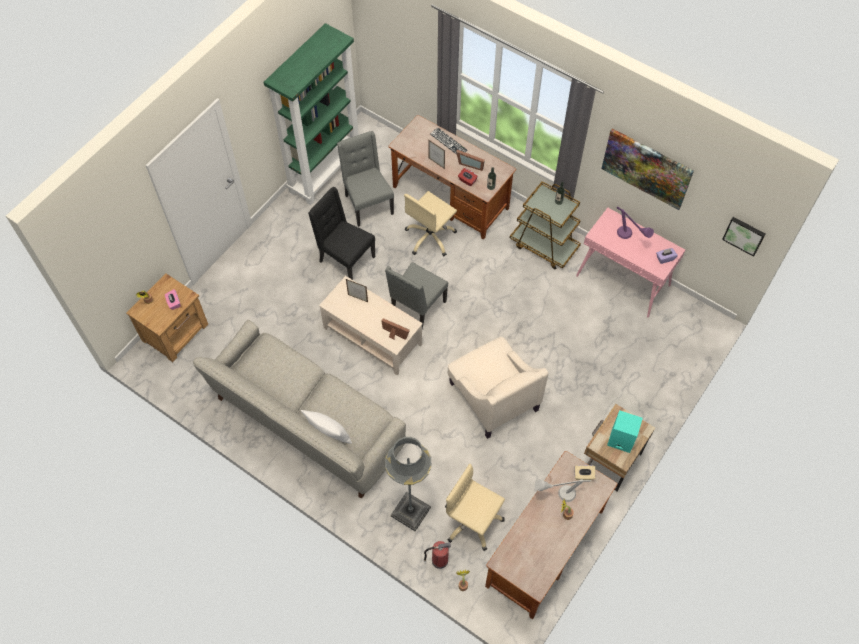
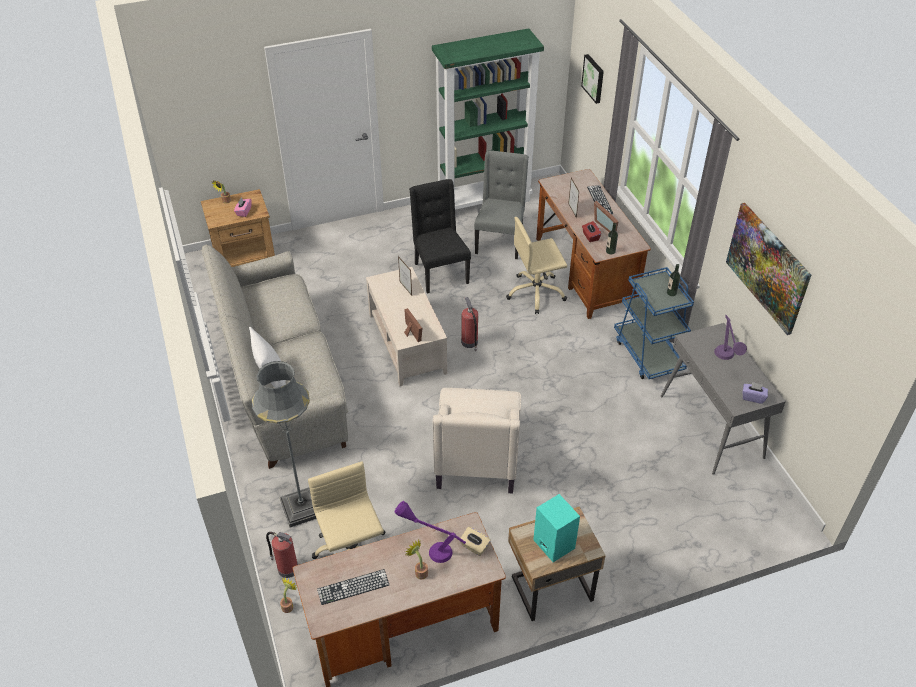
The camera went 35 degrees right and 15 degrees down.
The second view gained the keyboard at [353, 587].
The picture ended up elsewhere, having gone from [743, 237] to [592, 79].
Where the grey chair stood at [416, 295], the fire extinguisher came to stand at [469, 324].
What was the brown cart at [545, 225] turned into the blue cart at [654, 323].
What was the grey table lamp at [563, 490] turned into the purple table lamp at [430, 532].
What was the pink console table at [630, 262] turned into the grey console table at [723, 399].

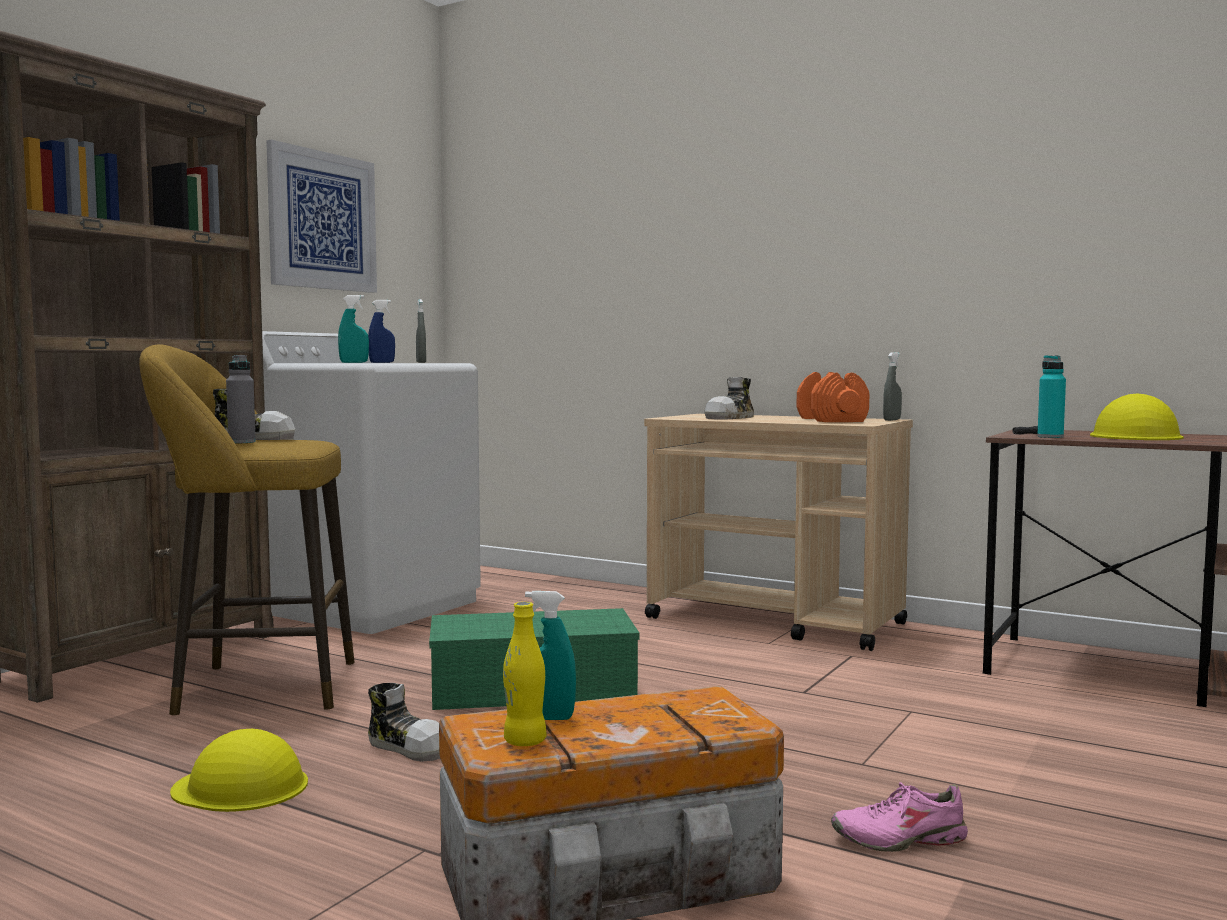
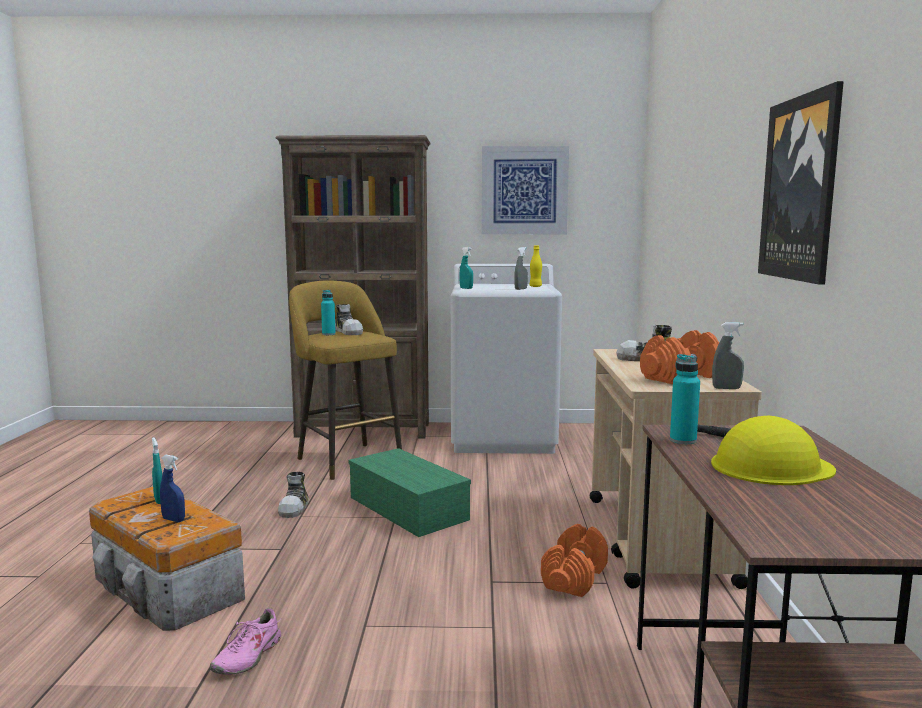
The camera went 60 degrees right and 5 degrees up.
The second view lost the yellow hard hat at [239, 770].
The second view gained the orange dumbbell at [574, 560].
The second view gained the picture at [801, 183].
The blue spray bottle ended up elsewhere, having gone from [381, 331] to [172, 488].
The yellow bottle ended up elsewhere, having gone from [525, 674] to [536, 266].
What was the grey bottle at [241, 399] turned into the turquoise bottle at [328, 312].
The pink shoe at [899, 817] ended up facing another way, 120 degrees counterclockwise from before.

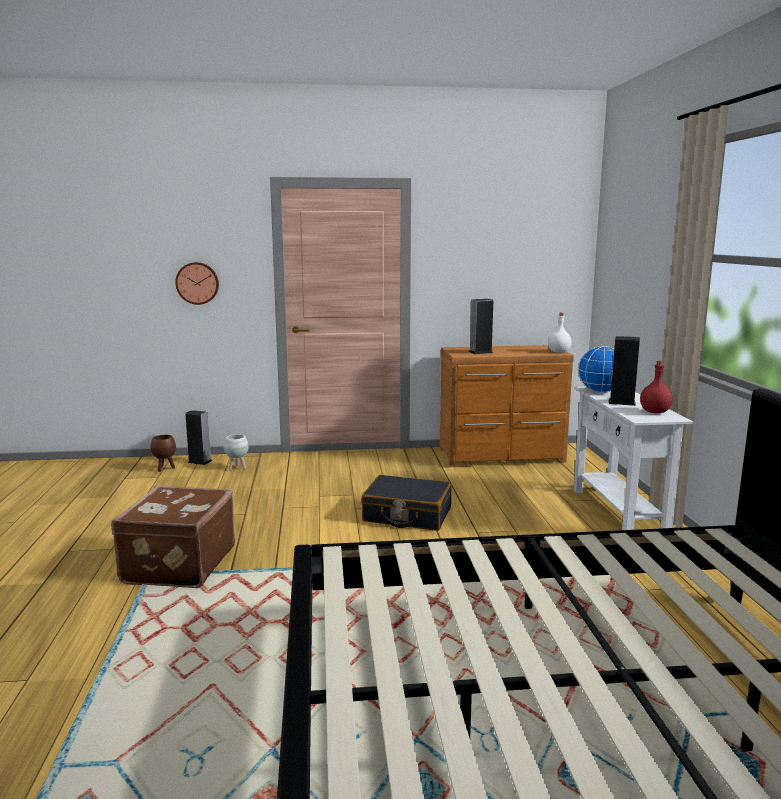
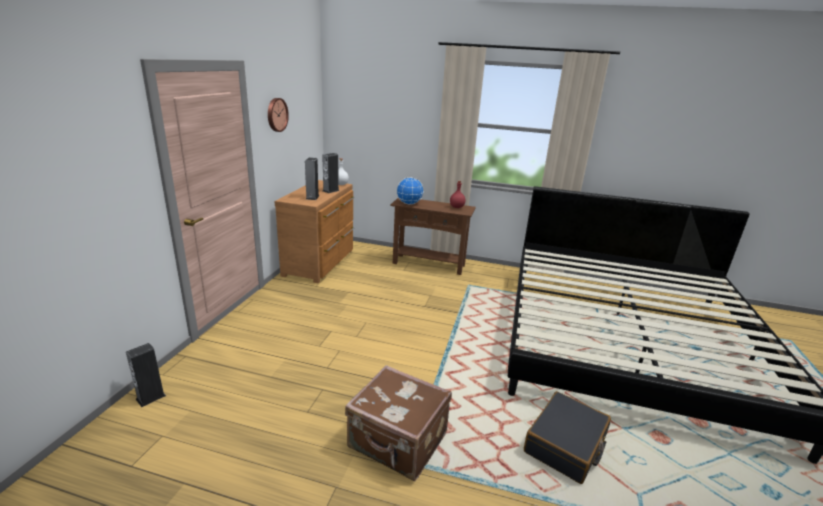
The camera went 70 degrees left and 10 degrees up.
The second view lost the brown planter at [163, 453].
The second view lost the white planter at [236, 452].
The wall clock ended up elsewhere, having gone from [197, 283] to [278, 115].
The black suitcase ended up elsewhere, having gone from [406, 503] to [567, 437].
The speaker ended up elsewhere, having gone from [624, 371] to [331, 173].
What was the white console table at [633, 458] turned into the brown console table at [433, 236].

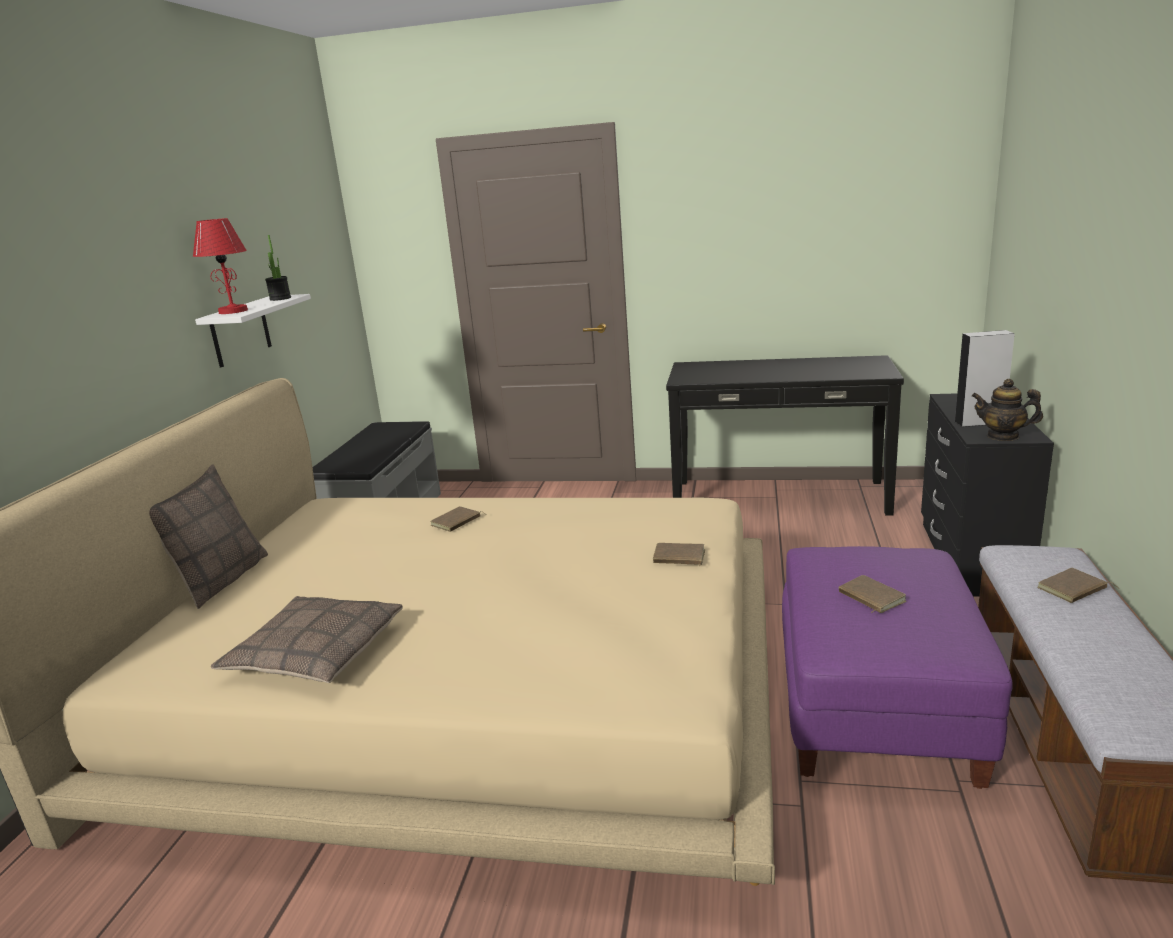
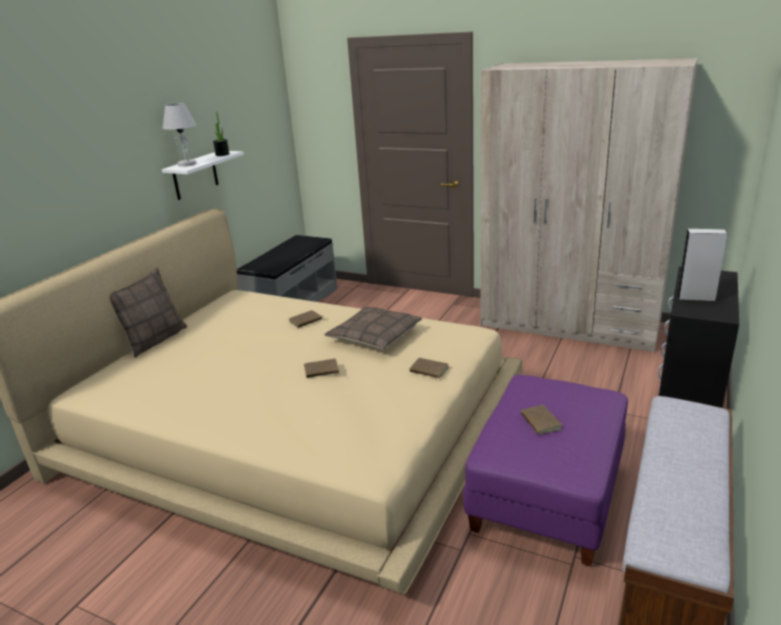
The camera went 15 degrees right and 5 degrees up.
The second view lost the teapot at [1007, 410].
The pillow ended up elsewhere, having gone from [307, 639] to [373, 328].
The brown book ended up elsewhere, having gone from [1078, 585] to [322, 368].
Where the black console table stood at [785, 435], the beige wardrobe came to stand at [589, 205].
What was the red table lamp at [220, 266] turned into the white table lamp at [179, 135].

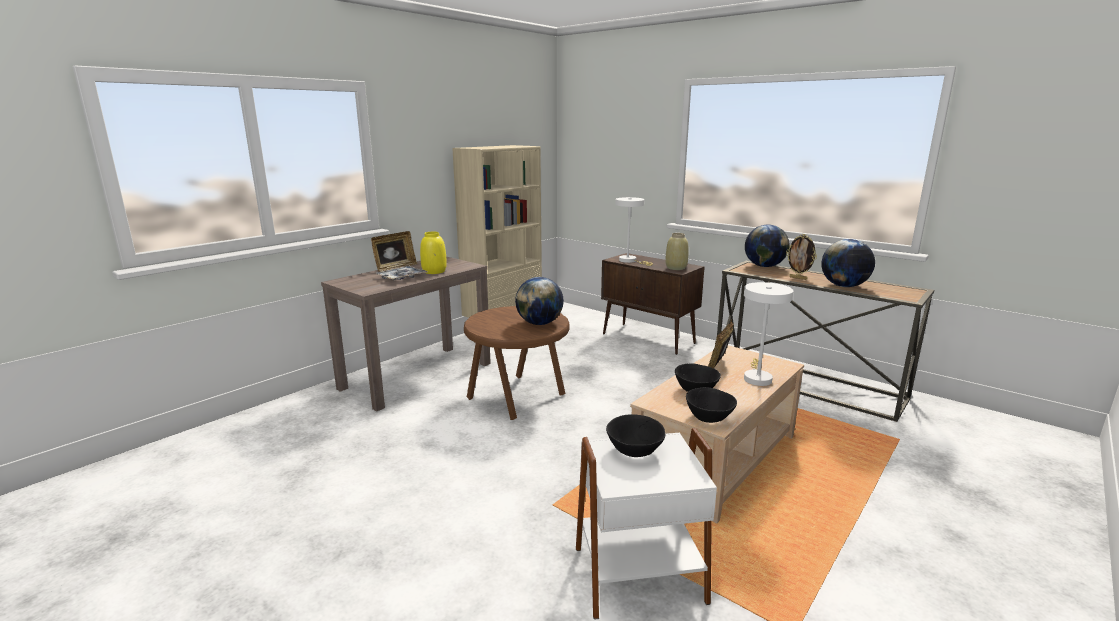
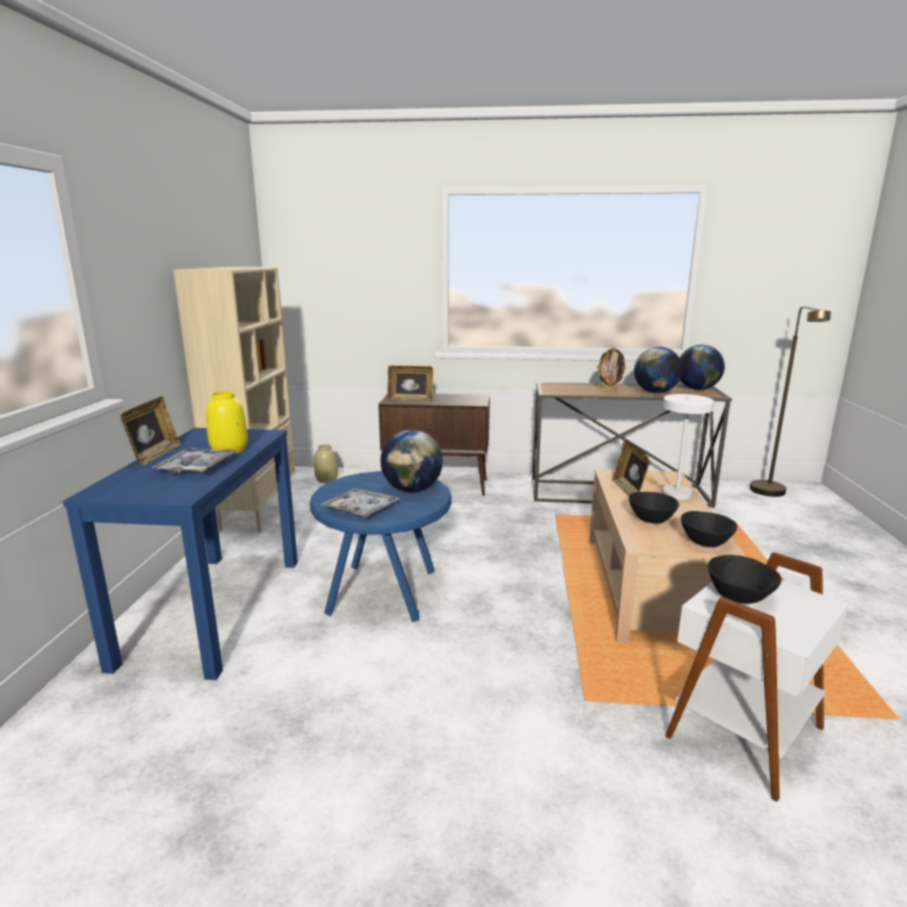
The camera went 35 degrees left and 0 degrees up.
The second view gained the tray at [361, 502].
The second view gained the brown floor lamp at [790, 401].
The beige vase ended up elsewhere, having gone from [677, 251] to [326, 463].
The globe ended up elsewhere, having gone from [767, 245] to [702, 367].
Where the white table lamp stood at [634, 231], the picture frame came to stand at [410, 384].
What was the brown console table at [406, 334] turned into the blue console table at [180, 554].
What was the brown side table at [517, 363] turned into the blue side table at [381, 546].

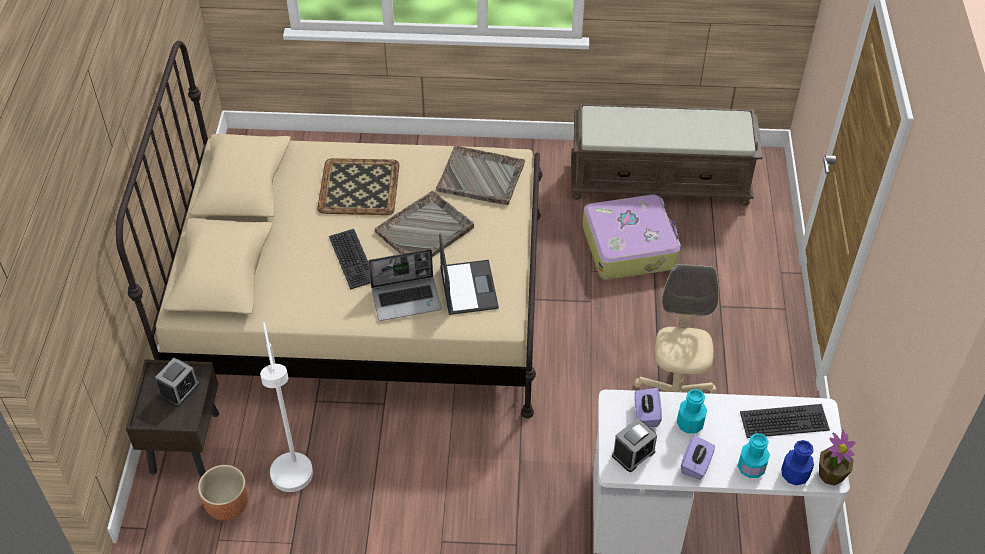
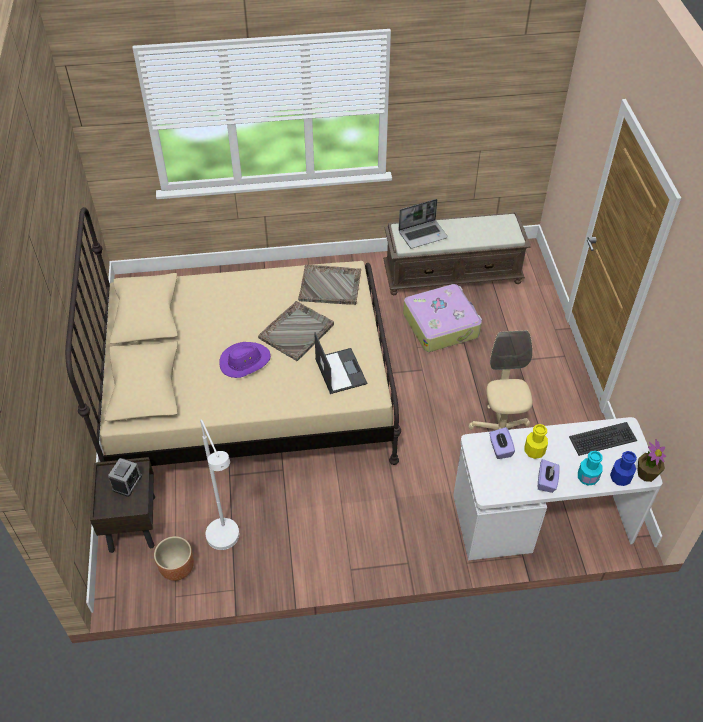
The camera went 10 degrees left and 0 degrees up.
The second view lost the tray at [358, 186].
The second view lost the alarm clock at [634, 445].
The laptop ended up elsewhere, having gone from [405, 285] to [423, 224].
Where the keyboard stood at [350, 259], the purple hat came to stand at [245, 360].
What was the turquoise bottle at [692, 411] turned into the yellow bottle at [536, 441].

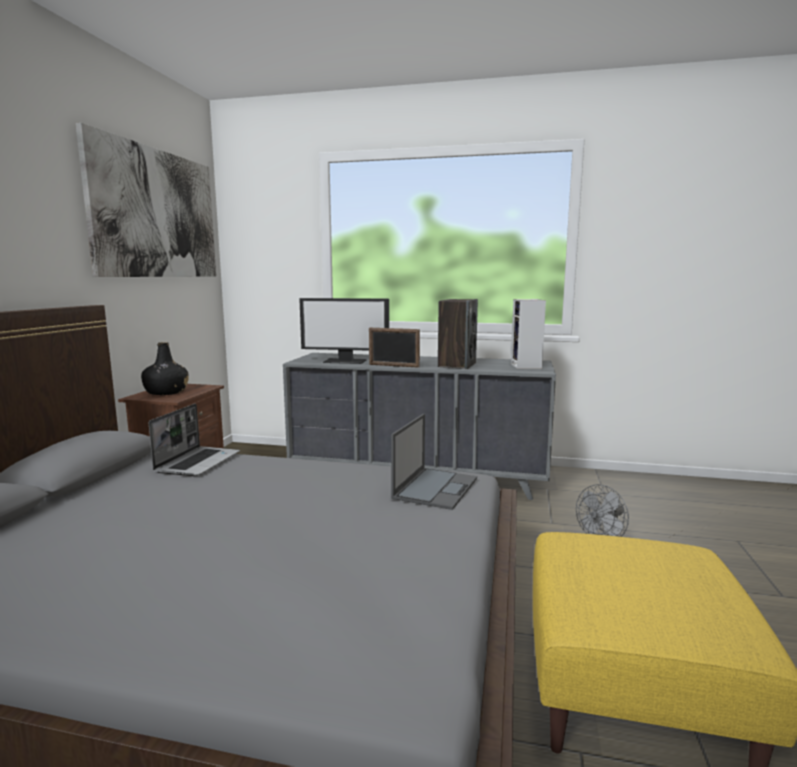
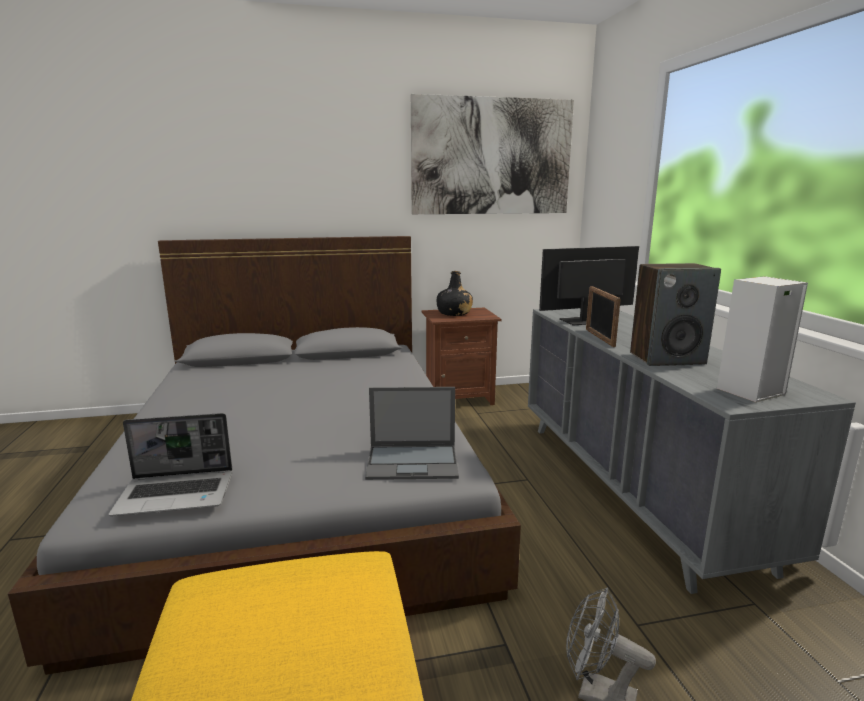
The camera went 65 degrees right and 5 degrees up.
The laptop ended up elsewhere, having gone from [194, 440] to [170, 464].
The monitor at [344, 331] ended up facing another way, 90 degrees clockwise from before.

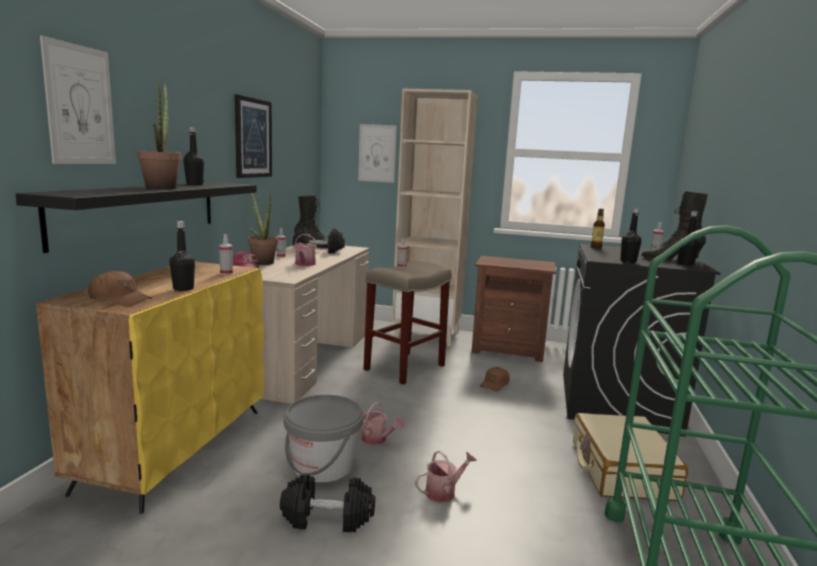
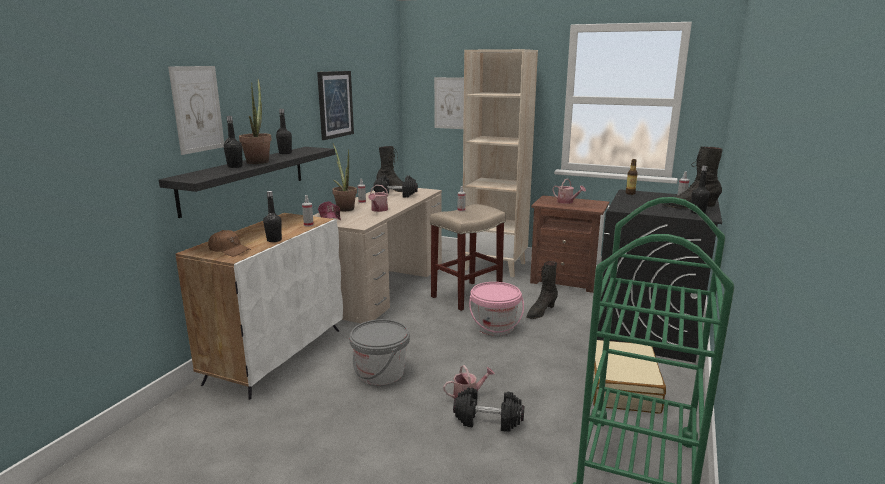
The camera went 10 degrees right and 5 degrees up.
The second view gained the pink bucket at [496, 308].
The black dumbbell ended up elsewhere, having gone from [327, 503] to [488, 410].
The watering can ended up elsewhere, having gone from [382, 423] to [569, 191].
The black bottle ended up elsewhere, having gone from [631, 235] to [233, 142].
Where the brown cap stood at [495, 379], the black boot came to stand at [542, 290].
What was the yellow cabinet at [150, 388] turned into the white cabinet at [259, 306].

